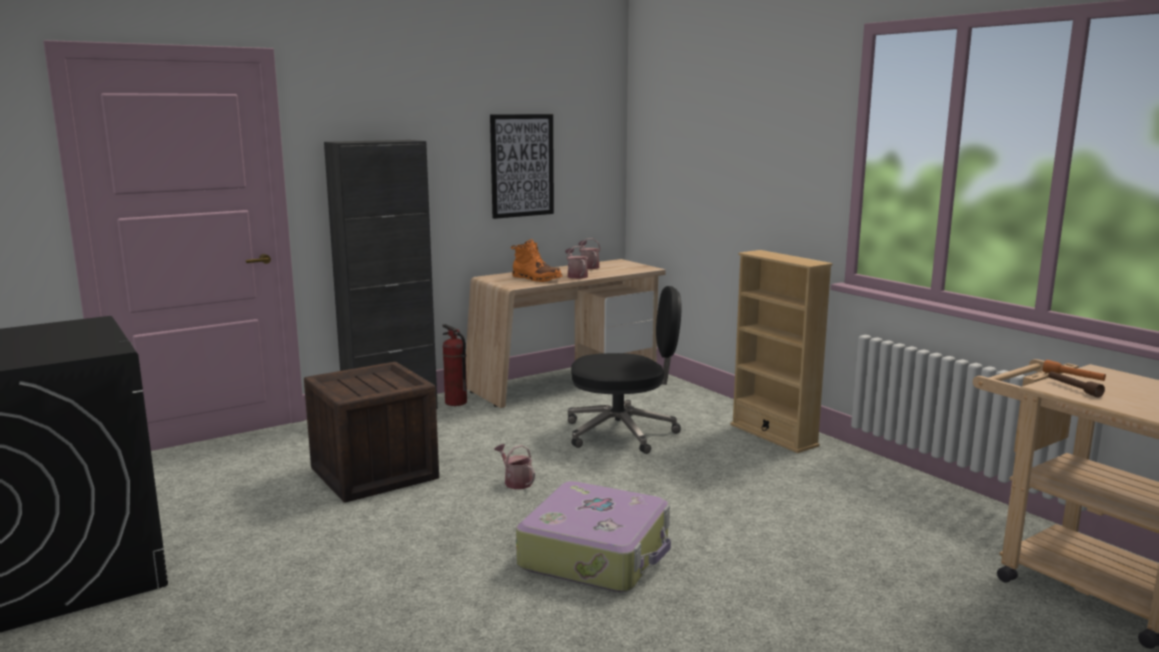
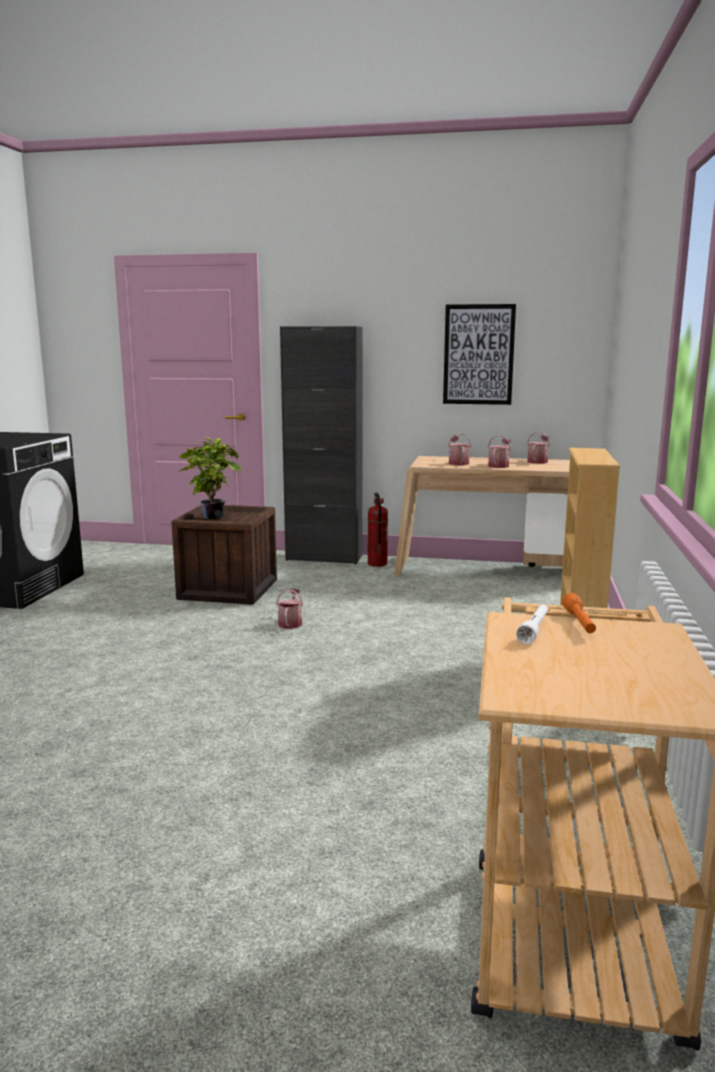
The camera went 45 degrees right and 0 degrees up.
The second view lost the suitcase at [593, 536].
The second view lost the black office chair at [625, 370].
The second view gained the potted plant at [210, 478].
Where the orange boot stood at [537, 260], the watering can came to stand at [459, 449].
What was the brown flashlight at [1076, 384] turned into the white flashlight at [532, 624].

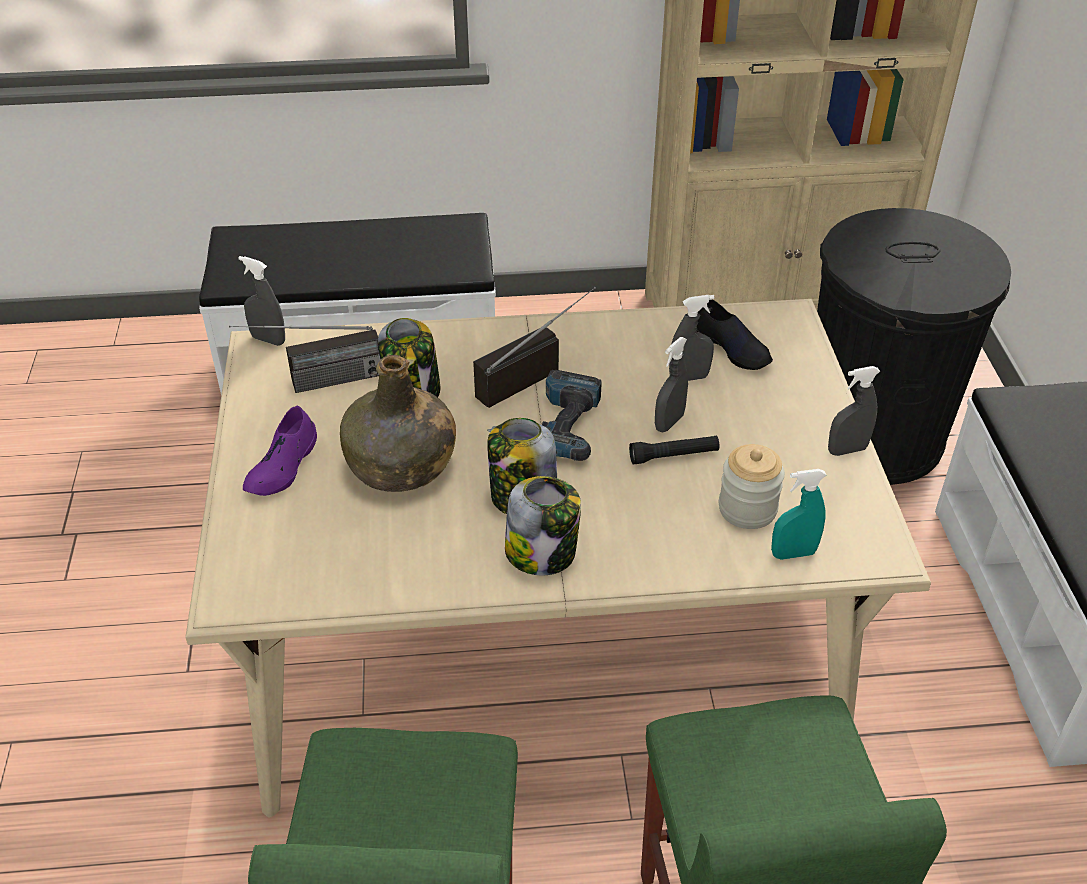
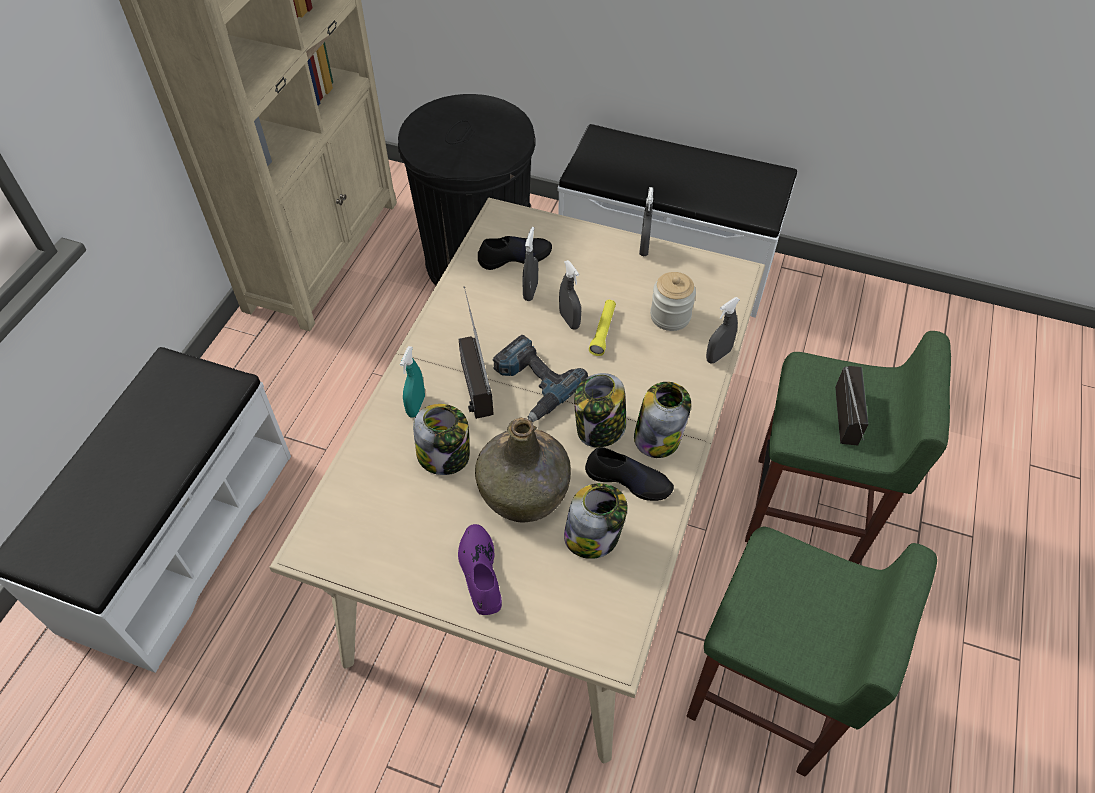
The camera went 65 degrees left and 10 degrees up.
The second view gained the jar at [596, 521].
The second view gained the black shoe at [629, 474].
The radio ended up elsewhere, having gone from [304, 359] to [851, 405].
The grey spray bottle ended up elsewhere, having gone from [261, 301] to [723, 330].
The turquoise spray bottle ended up elsewhere, having gone from [799, 514] to [412, 382].
What was the black flashlight at [674, 450] turned into the yellow flashlight at [602, 328].
The purple shoe at [280, 451] ended up facing another way, 150 degrees counterclockwise from before.

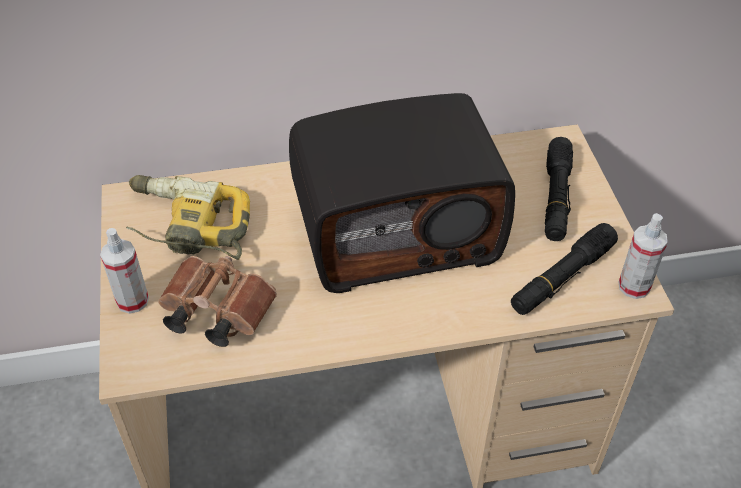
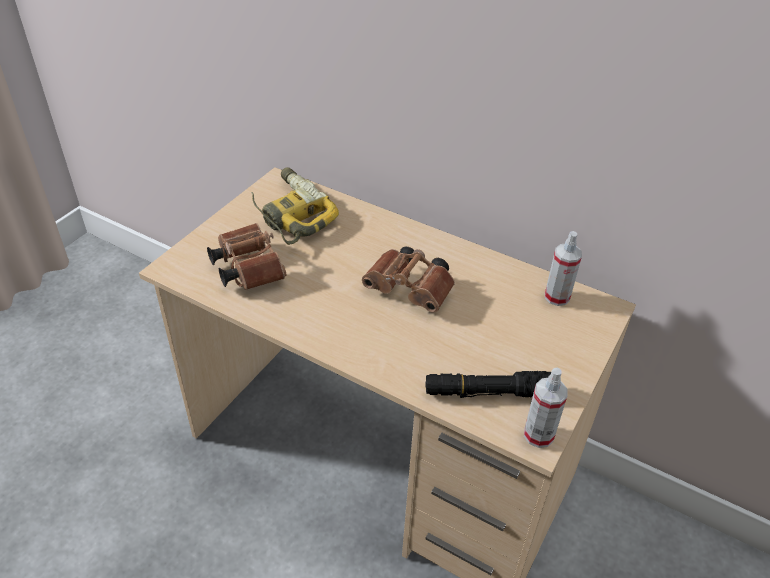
The camera went 40 degrees right and 5 degrees down.
The second view lost the black flashlight at [559, 189].
The spray bottle ended up elsewhere, having gone from [124, 271] to [563, 268].
Where the radio stood at [402, 193], the brown binoculars came to stand at [408, 279].

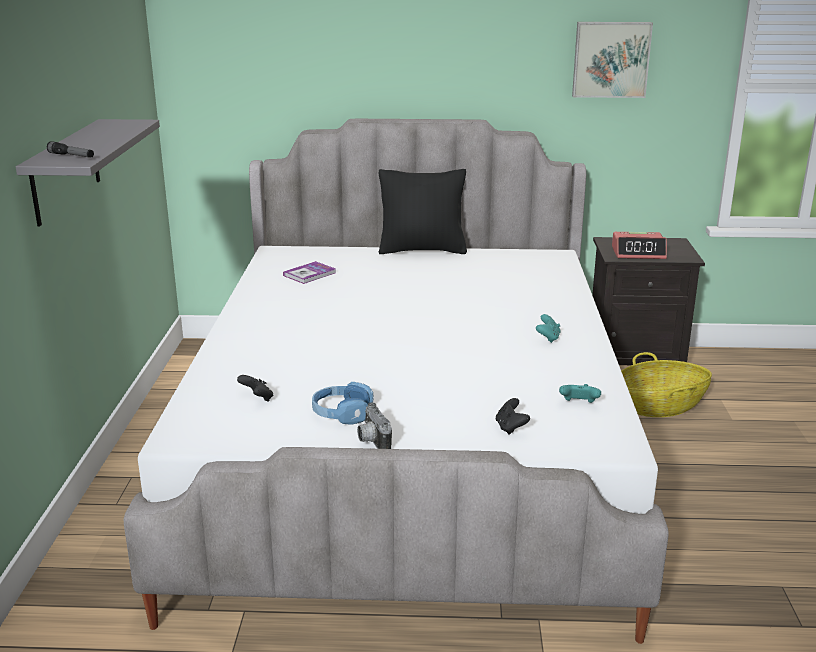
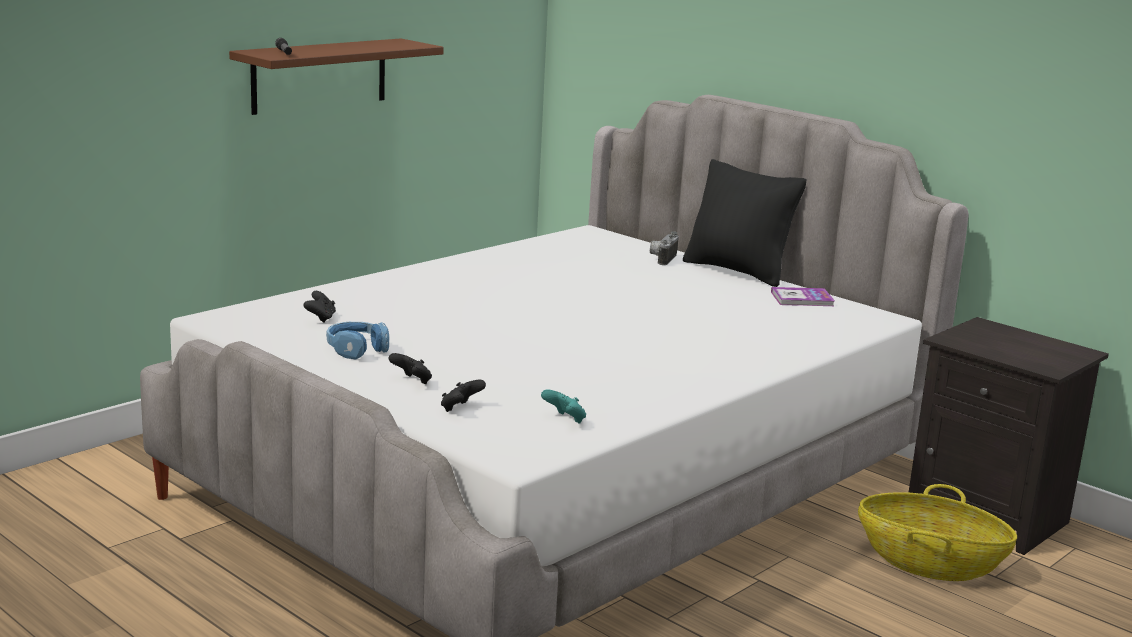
The camera went 40 degrees right and 5 degrees down.
The second view lost the turquoise game controller at [548, 328].
The second view lost the picture at [612, 60].
The second view lost the alarm clock at [639, 245].
The second view gained the black game controller at [410, 368].
The book ended up elsewhere, having gone from [309, 272] to [803, 296].
The photo camera ended up elsewhere, having gone from [374, 425] to [664, 248].
What was the grey shelf at [88, 173] turned into the brown shelf at [336, 76].

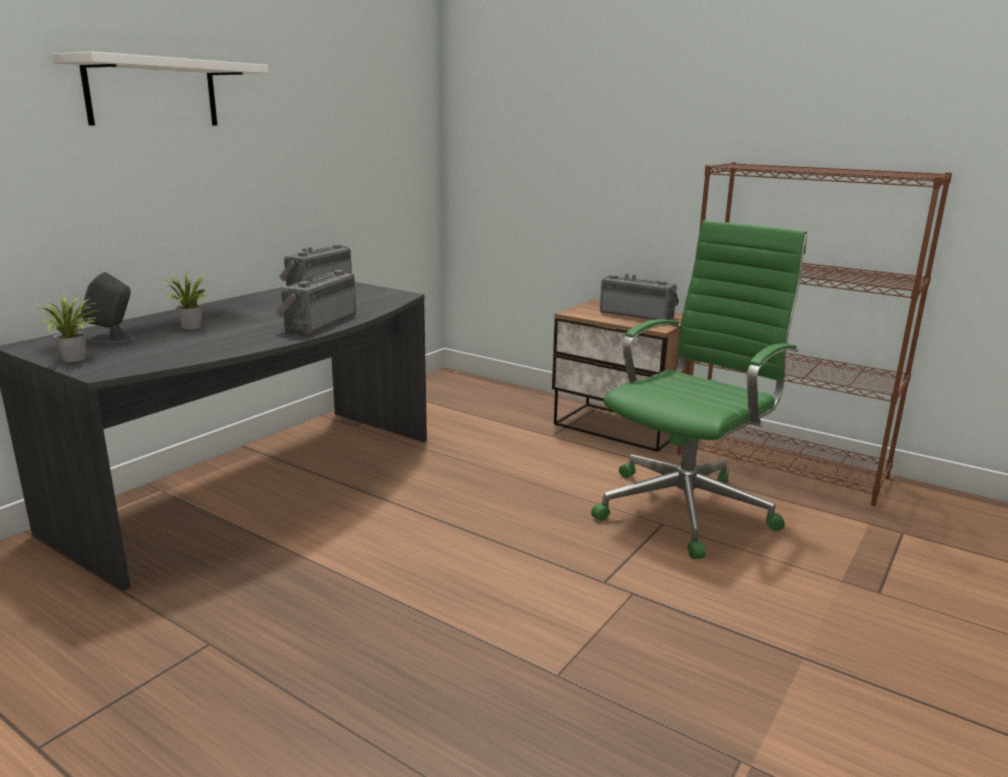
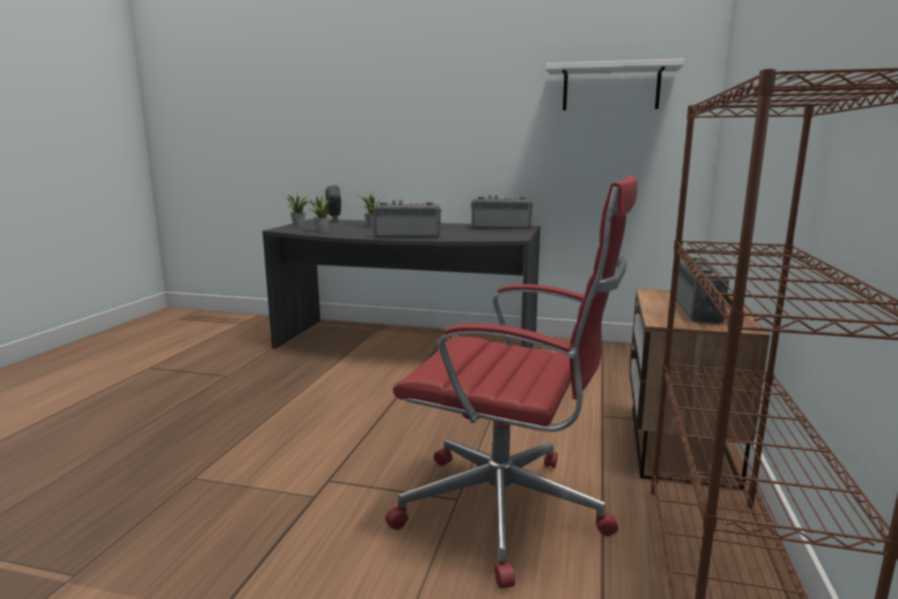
The camera went 70 degrees right and 5 degrees down.
The second view gained the potted plant at [320, 213].
The white shelf ended up elsewhere, having gone from [161, 88] to [615, 84].
What was the green office chair at [699, 389] turned into the red office chair at [511, 382].

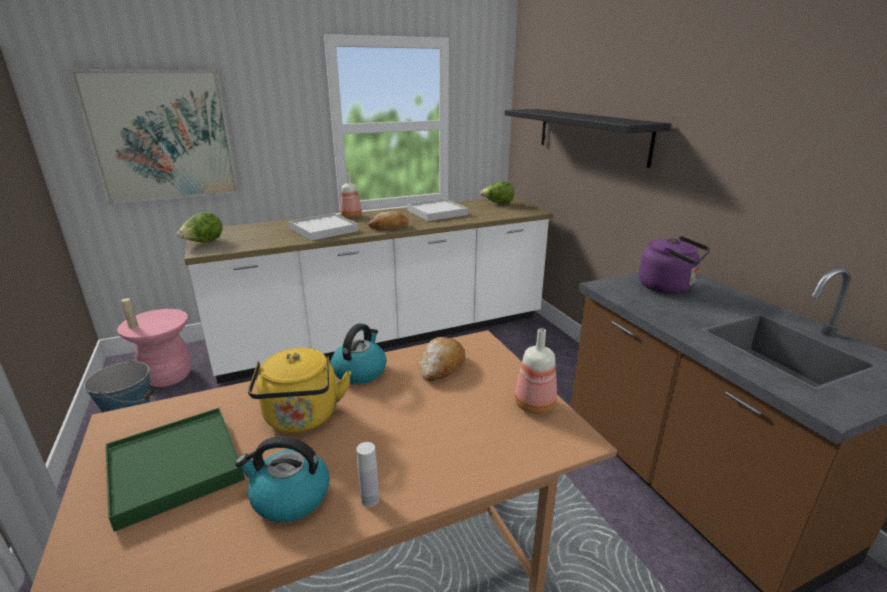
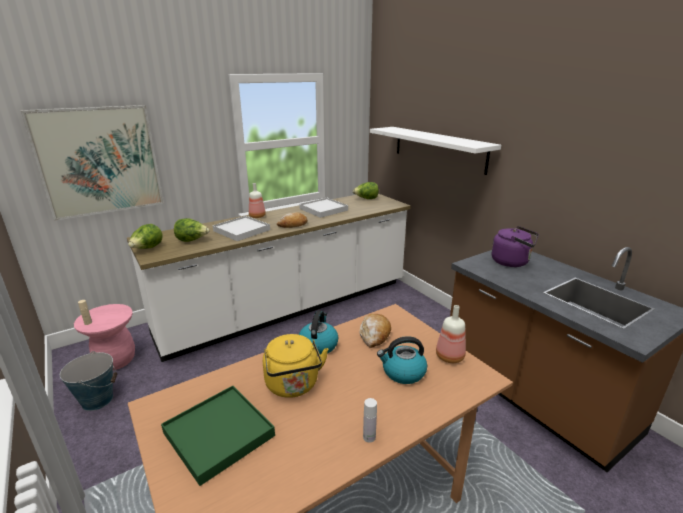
The camera went 10 degrees left and 0 degrees up.
The second view gained the lettuce at [191, 230].
The kettle ended up elsewhere, having gone from [282, 479] to [402, 360].
What was the black shelf at [588, 138] turned into the white shelf at [435, 151].

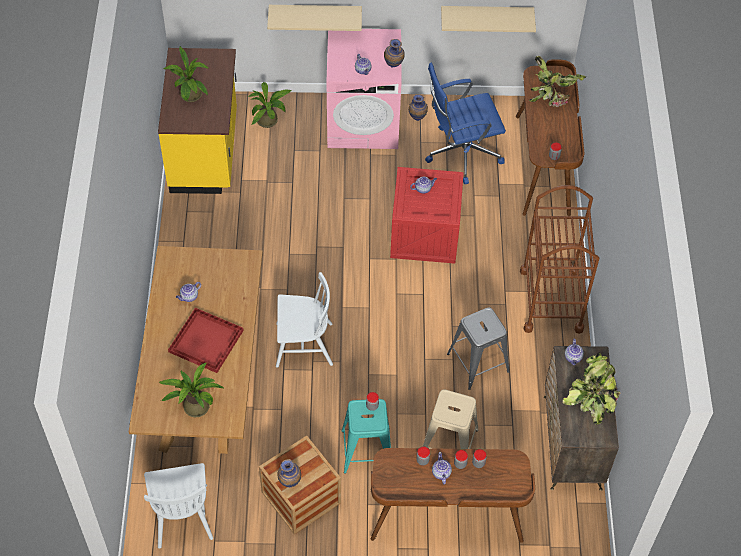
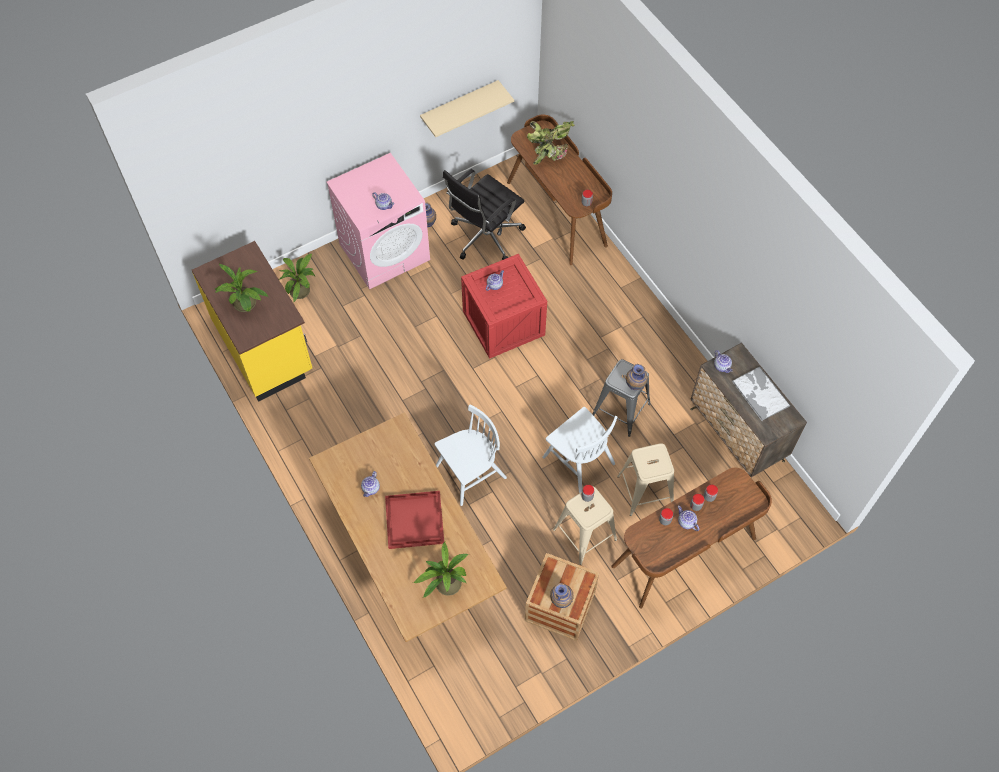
The camera went 30 degrees left and 5 degrees up.
The second view lost the beige shelf at [314, 18].
The second view lost the brown cart at [559, 259].
The white chair ended up elsewhere, having gone from [178, 506] to [579, 450].
The vase ended up elsewhere, having gone from [394, 53] to [637, 377].
Where the potted plant stood at [591, 389], the tray came to stand at [761, 393].
What was the turquoise stool at [366, 436] turned into the beige stool at [585, 525].
What was the blue office chair at [465, 123] turned into the black office chair at [484, 214].

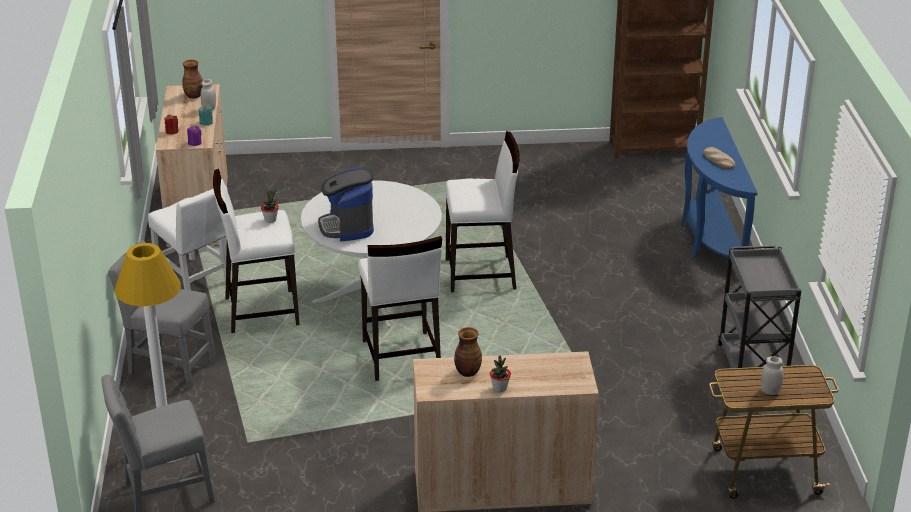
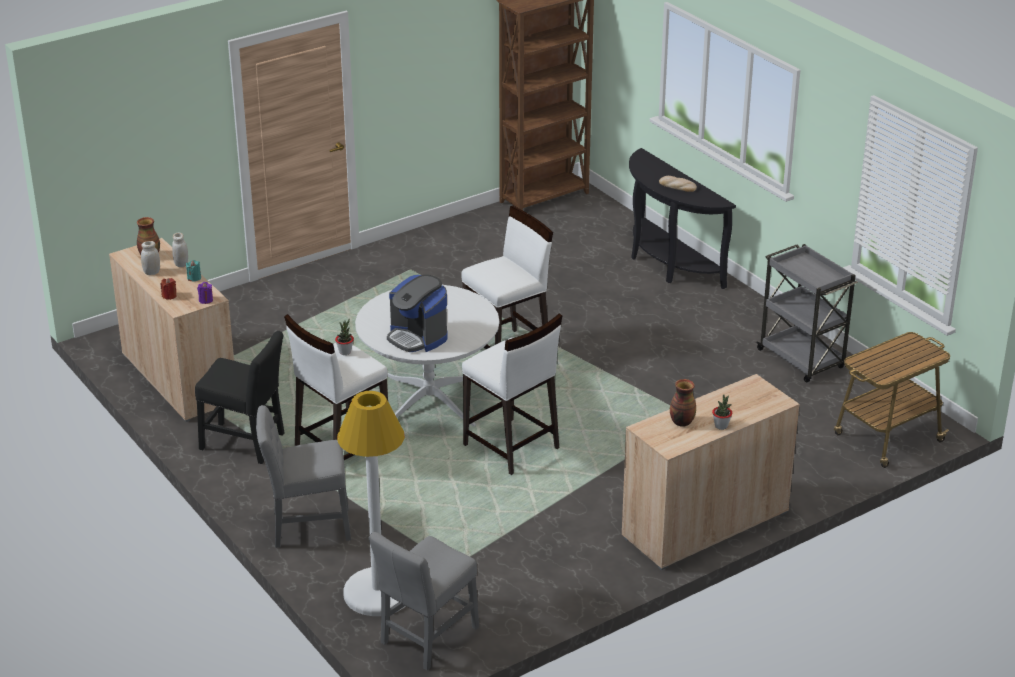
The camera went 30 degrees left and 0 degrees up.
The white jar ended up elsewhere, having gone from [772, 375] to [150, 258].
What was the white chair at [189, 237] turned into the black chair at [240, 397].
What was the blue console table at [719, 187] turned into the black console table at [682, 218].

